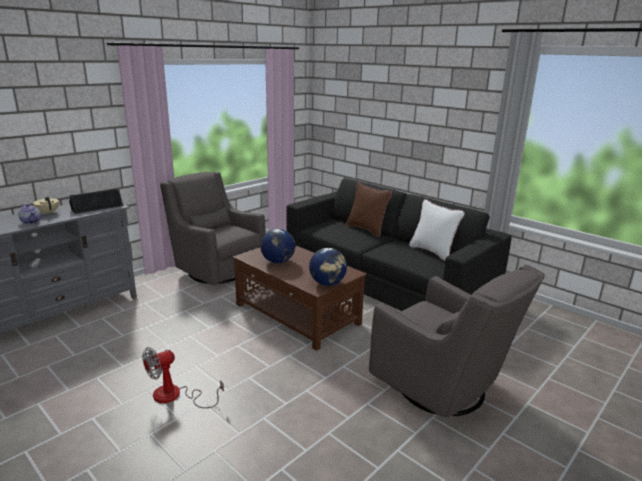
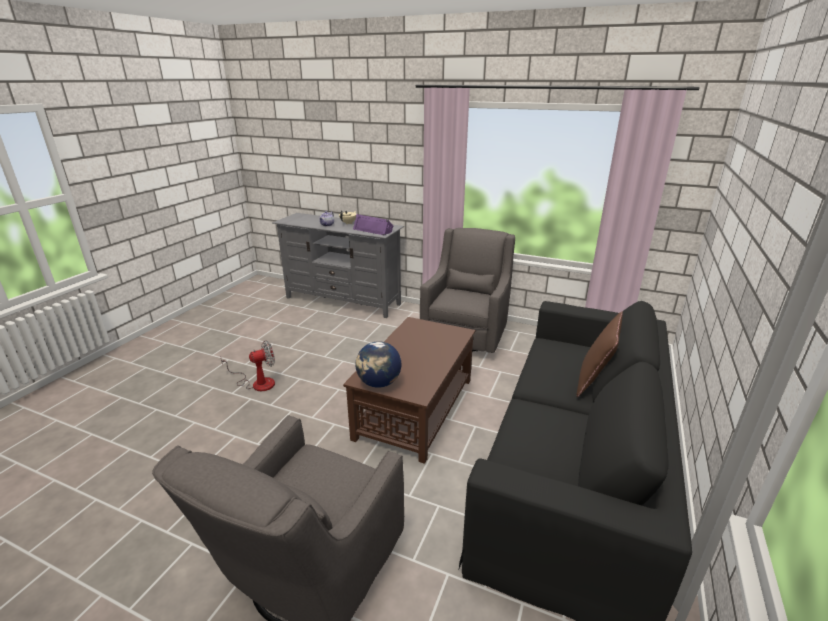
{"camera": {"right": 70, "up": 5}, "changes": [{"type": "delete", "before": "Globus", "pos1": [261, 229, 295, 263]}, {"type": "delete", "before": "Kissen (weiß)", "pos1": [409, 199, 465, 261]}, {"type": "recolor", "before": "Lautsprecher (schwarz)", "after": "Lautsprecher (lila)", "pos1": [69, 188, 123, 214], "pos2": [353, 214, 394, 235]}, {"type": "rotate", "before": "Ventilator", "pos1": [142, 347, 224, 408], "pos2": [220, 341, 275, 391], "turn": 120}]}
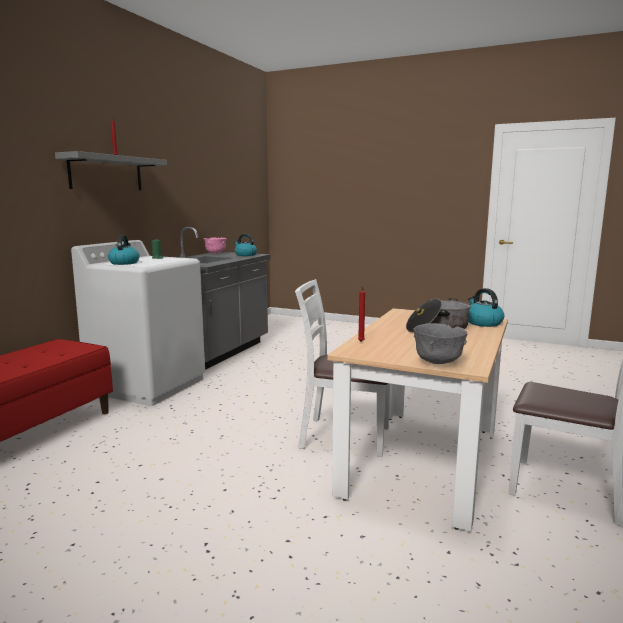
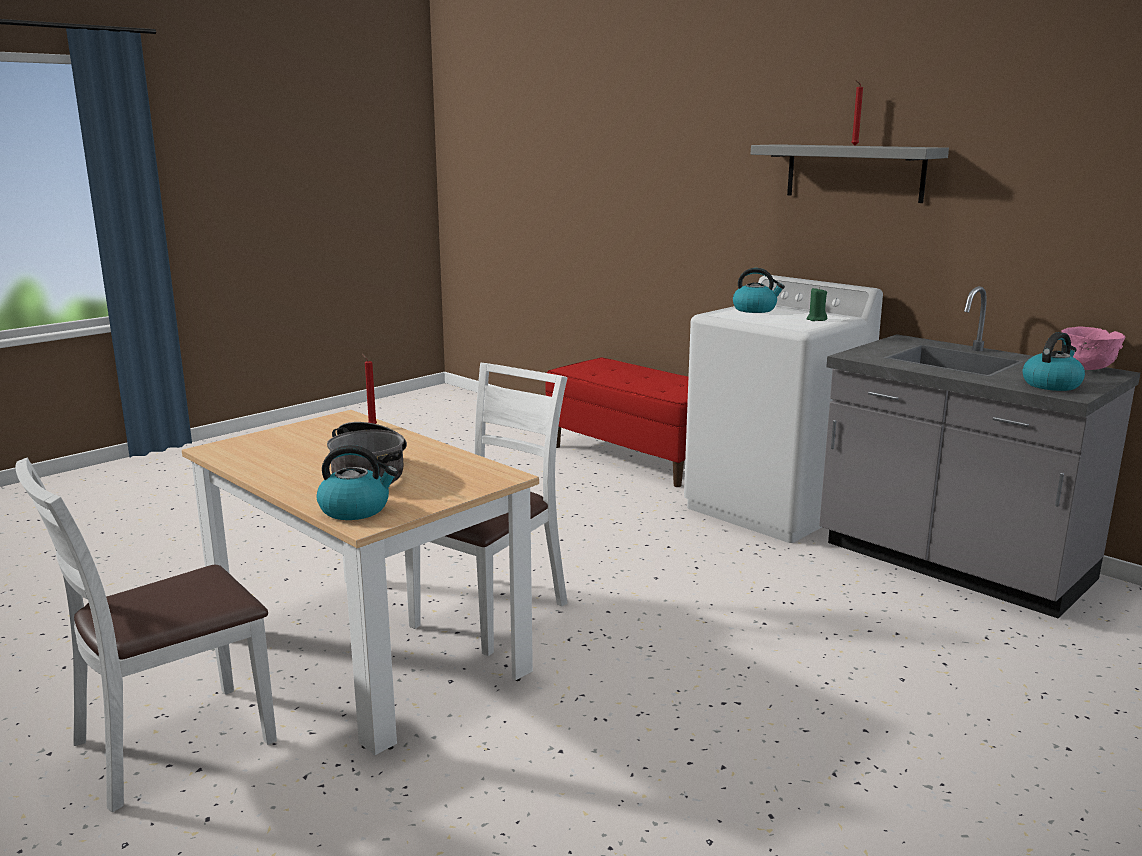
{"camera": {"right": 110, "up": 5}, "changes": [{"type": "delete", "before": "Schüssel (grau)", "pos1": [413, 323, 468, 364]}]}
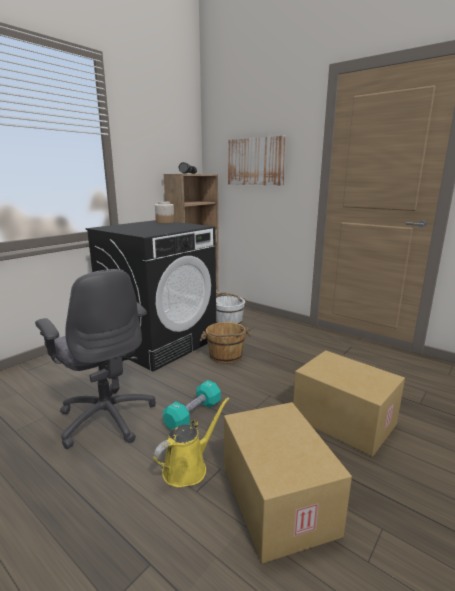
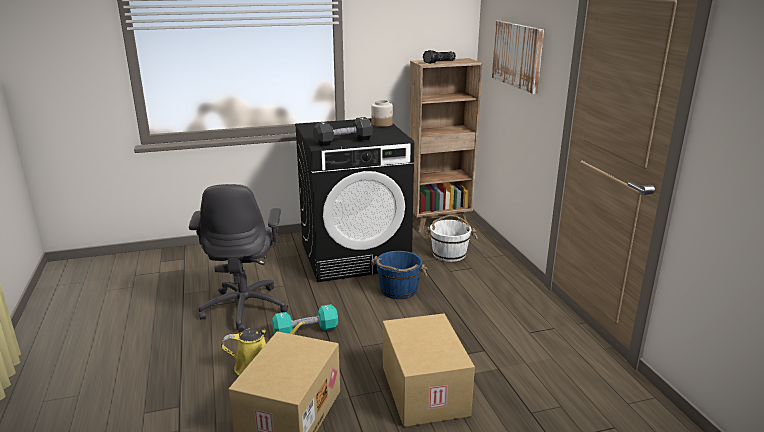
{"camera": {"right": 35, "up": 5}, "changes": [{"type": "insert", "after": "Hantel (schwarz)", "pos2": [313, 117, 373, 146]}, {"type": "recolor", "before": "Eimer (braun)", "after": "Eimer (blau)", "pos1": [200, 322, 251, 364], "pos2": [371, 251, 428, 299]}]}
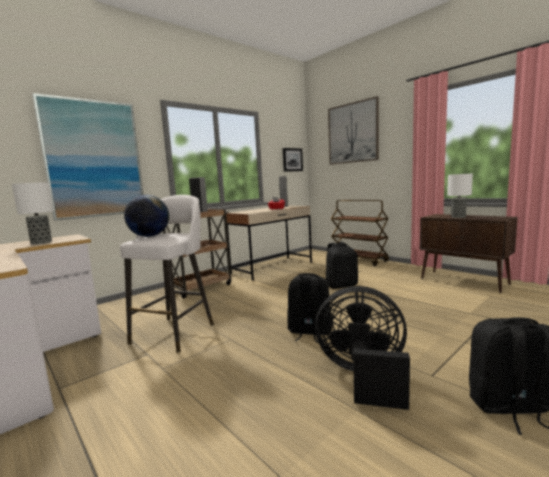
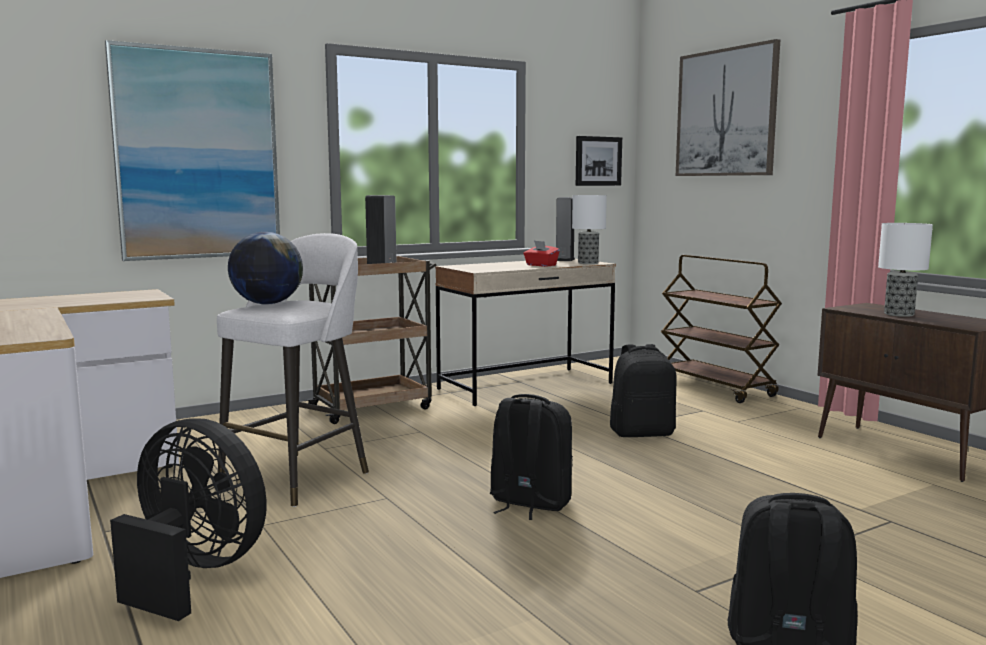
{"camera": {"right": 10, "up": 0}, "changes": [{"type": "move", "before": "Tischlampe", "pos1": [12, 183, 54, 245], "pos2": [572, 195, 607, 264]}, {"type": "move", "before": "Ventilator (schwarz)", "pos1": [315, 286, 410, 410], "pos2": [110, 418, 267, 621]}]}
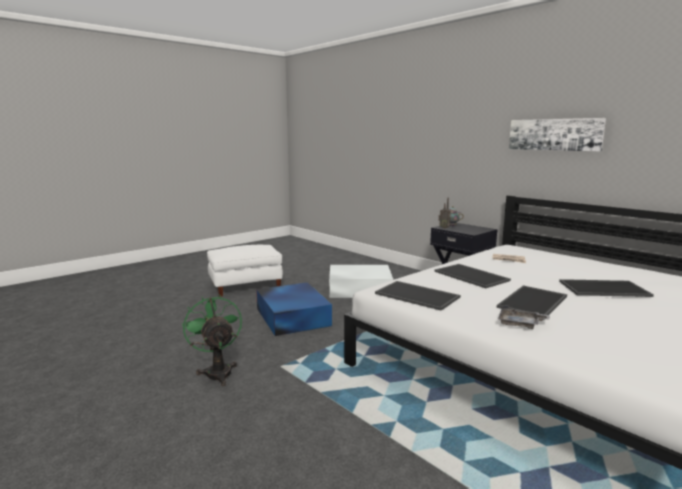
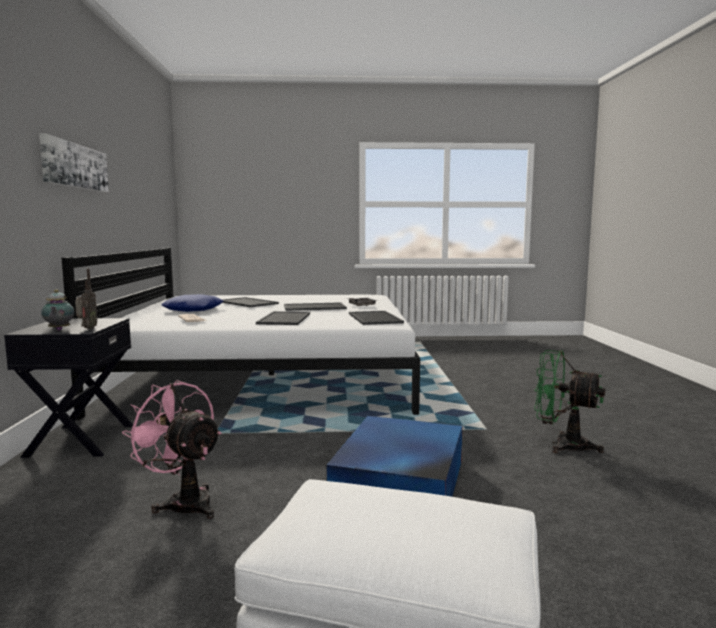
{"camera": {"right": -140, "up": -5}, "changes": [{"type": "insert", "after": "Kissen (blau)", "pos2": [161, 294, 223, 312]}, {"type": "replace", "before": "Aufbewahrungsbox (weiß)", "after": "Ventilator (rosa)", "pos1": [329, 265, 393, 298], "pos2": [122, 380, 222, 519]}, {"type": "rotate", "before": "Ventilator (grün)", "pos1": [182, 294, 242, 386], "pos2": [534, 350, 605, 453], "turn": 105}]}
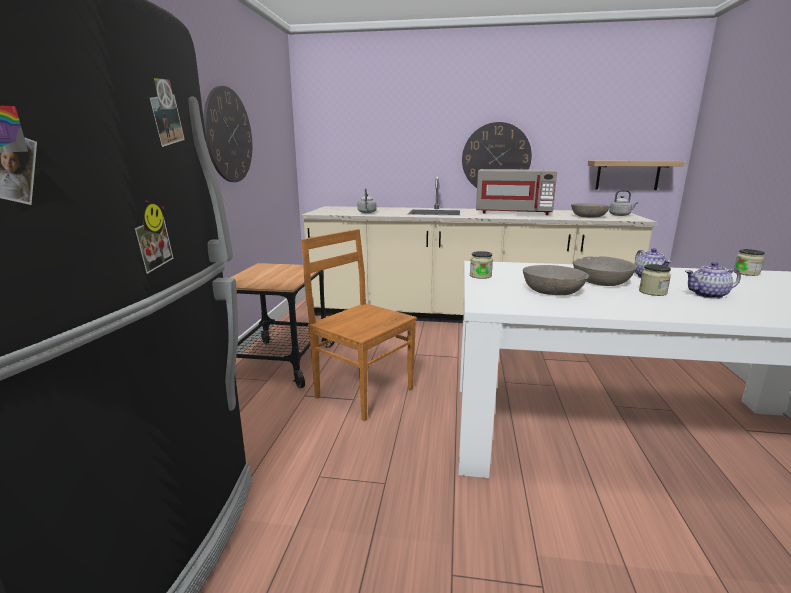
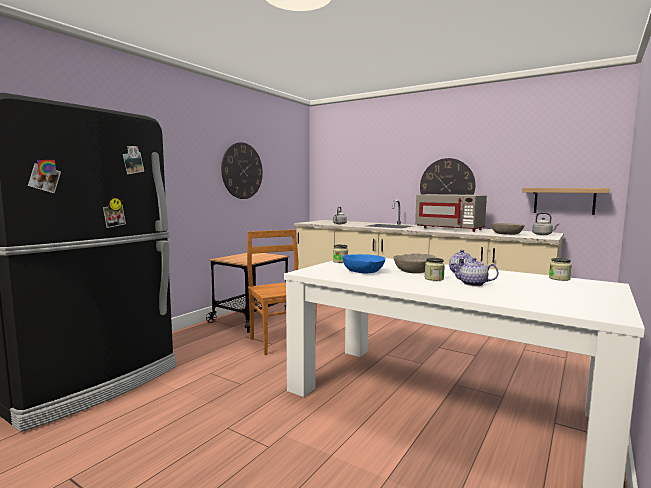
{"camera": {"right": 25, "up": -10}, "changes": [{"type": "recolor", "before": "Schüssel (grau)", "after": "Schüssel (blau)", "pos1": [523, 265, 589, 295], "pos2": [343, 254, 386, 273]}]}
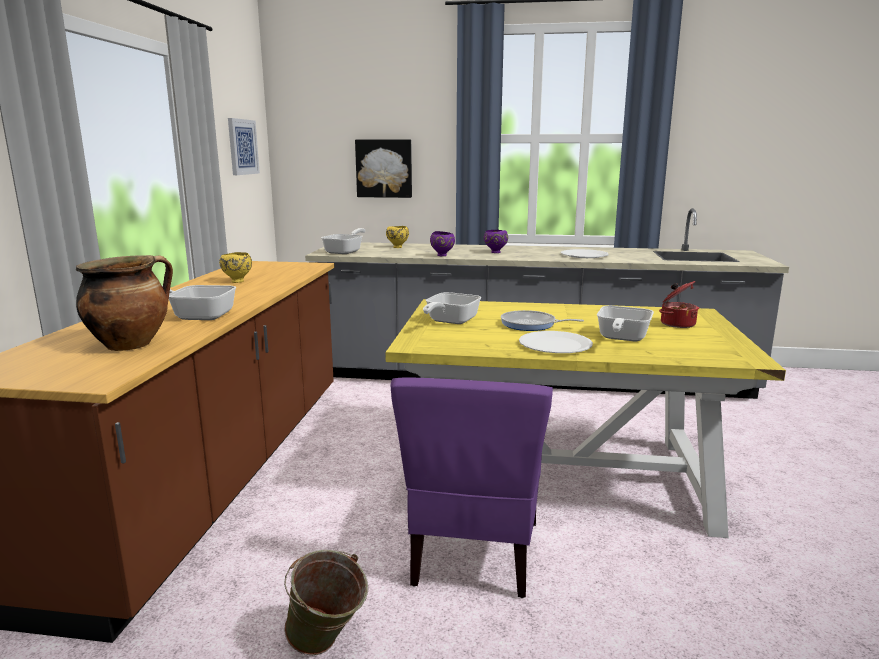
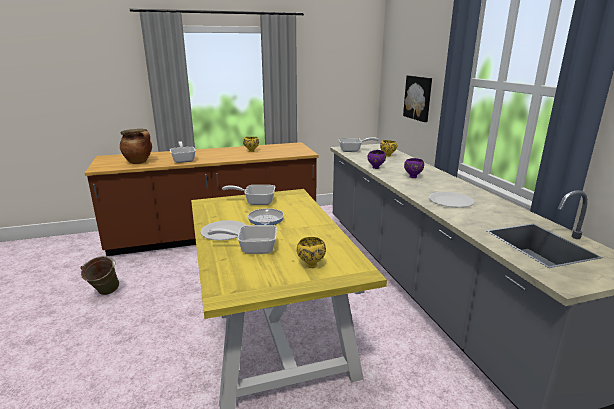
{"camera": {"right": 65, "up": 5}, "changes": [{"type": "delete", "before": "Bild", "pos1": [228, 118, 260, 175]}, {"type": "delete", "before": "Stuhl (lila)", "pos1": [390, 378, 553, 598]}, {"type": "replace", "before": "Kochtopf", "after": "Schüssel (gelb)", "pos1": [659, 281, 699, 328], "pos2": [297, 237, 326, 268]}]}
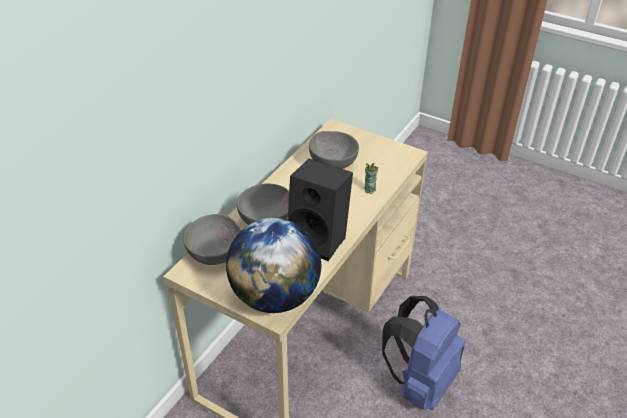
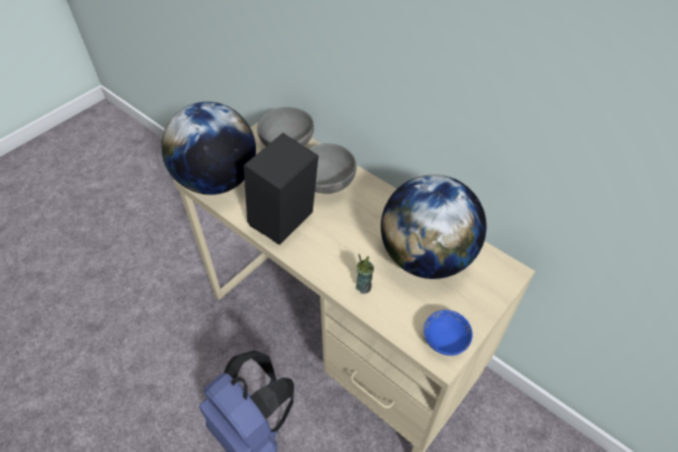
{"camera": {"right": 100, "up": 10}, "changes": [{"type": "insert", "after": "Schüssel (blau)", "pos2": [424, 310, 473, 356]}, {"type": "replace", "before": "Schüssel (grau)", "after": "Globus", "pos1": [309, 131, 359, 169], "pos2": [381, 174, 487, 279]}]}
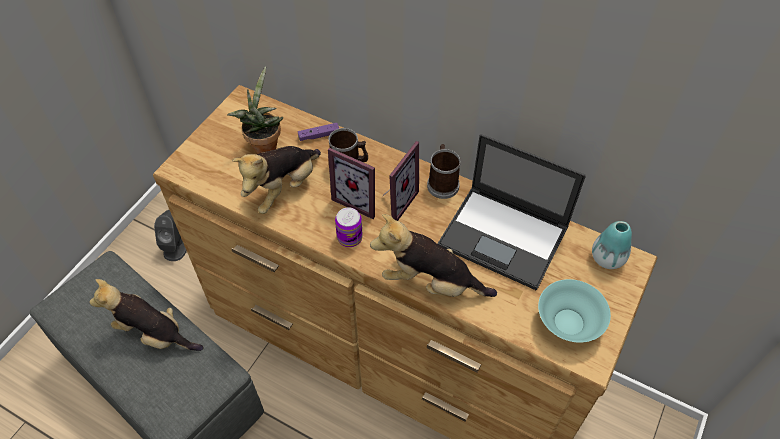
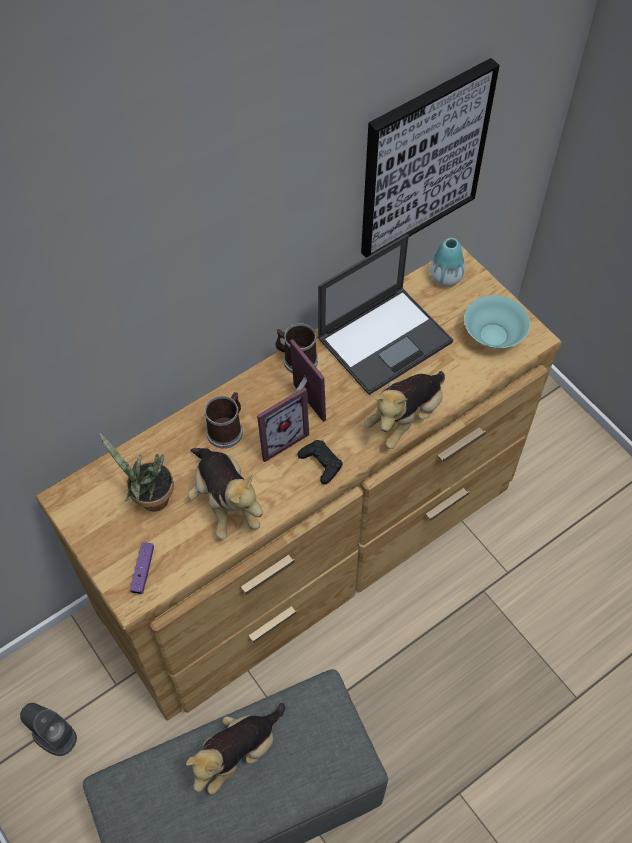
{"camera": {"right": -65, "up": 5}, "changes": [{"type": "insert", "after": "Bild", "pos2": [361, 58, 500, 258]}, {"type": "move", "before": "Gamepad (lila)", "pos1": [298, 123, 339, 141], "pos2": [130, 542, 154, 594]}, {"type": "replace", "before": "Dose", "after": "Gamepad (schwarz)", "pos1": [335, 207, 363, 247], "pos2": [298, 440, 343, 484]}]}
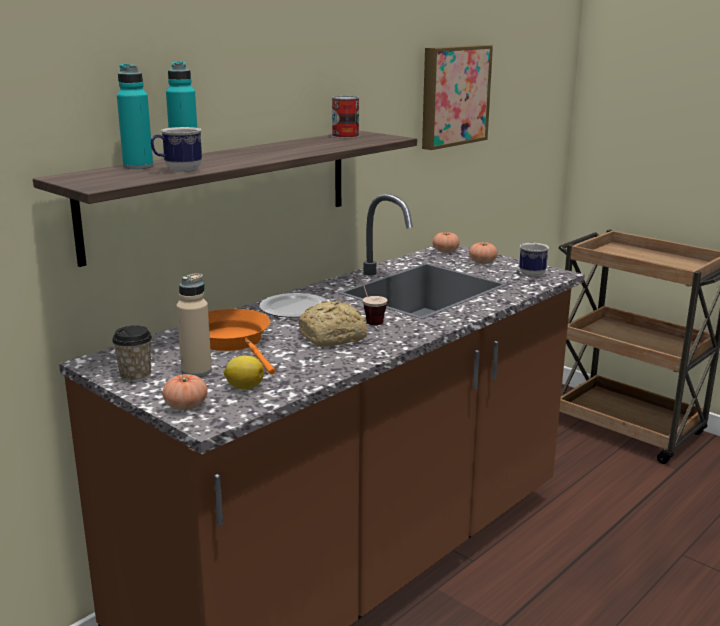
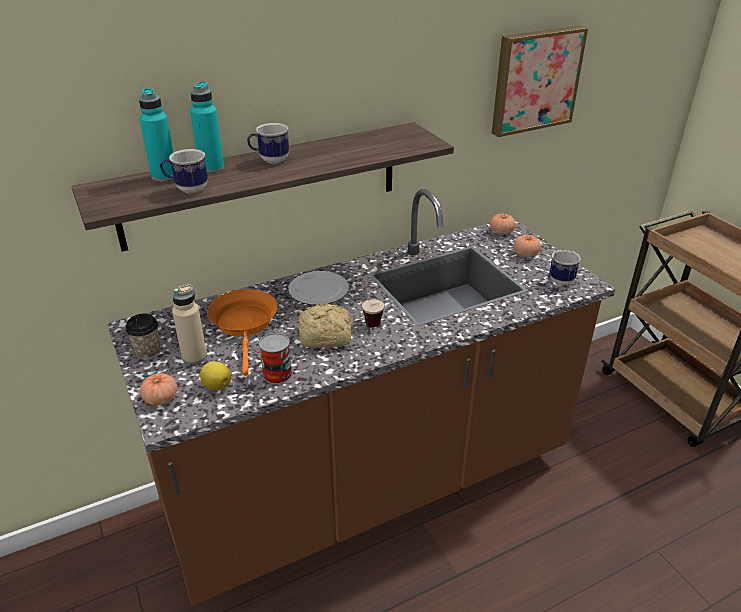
{"camera": {"right": 20, "up": 15}, "changes": [{"type": "insert", "after": "Henkelbecher", "pos2": [247, 123, 289, 164]}, {"type": "move", "before": "Dose", "pos1": [332, 96, 359, 138], "pos2": [259, 333, 292, 384]}]}
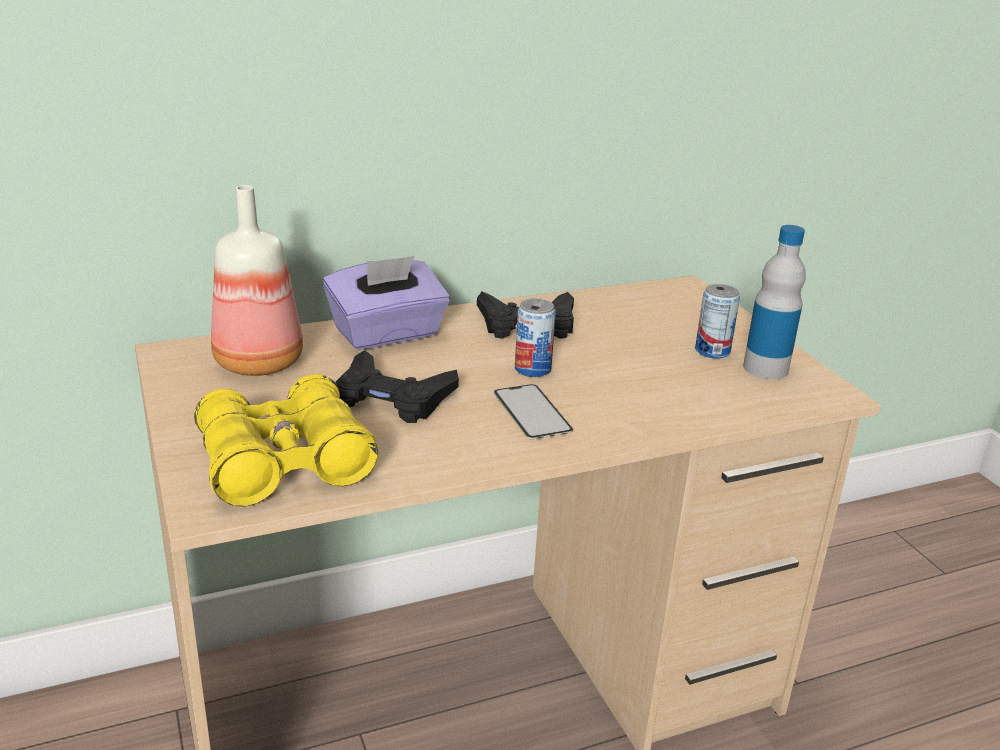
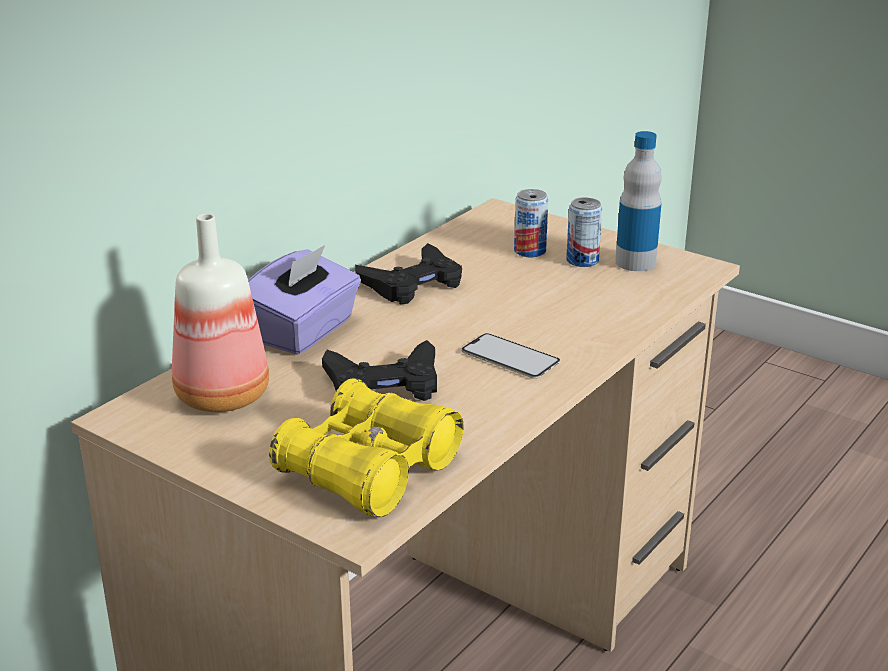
{"camera": {"right": -30, "up": 0}, "changes": [{"type": "move", "before": "Dose", "pos1": [515, 298, 556, 377], "pos2": [514, 189, 548, 257]}]}
